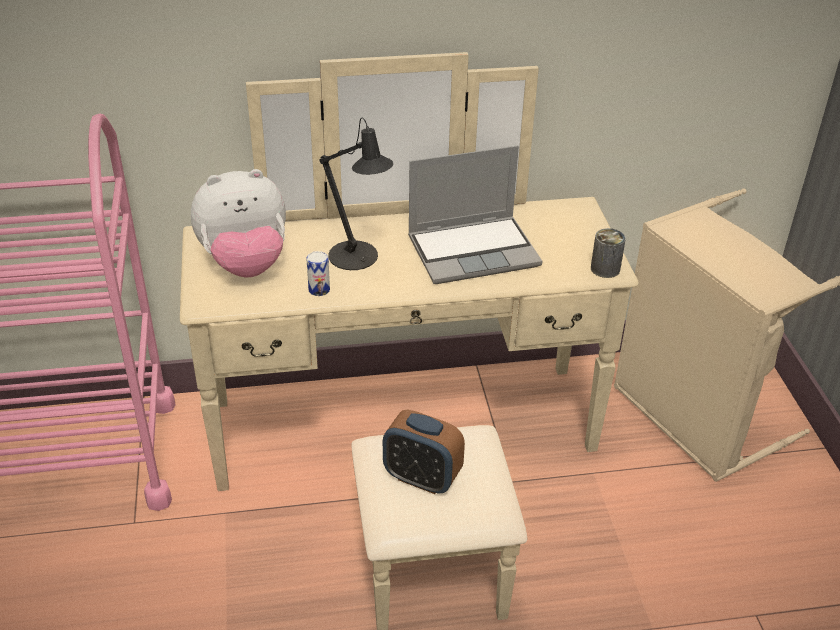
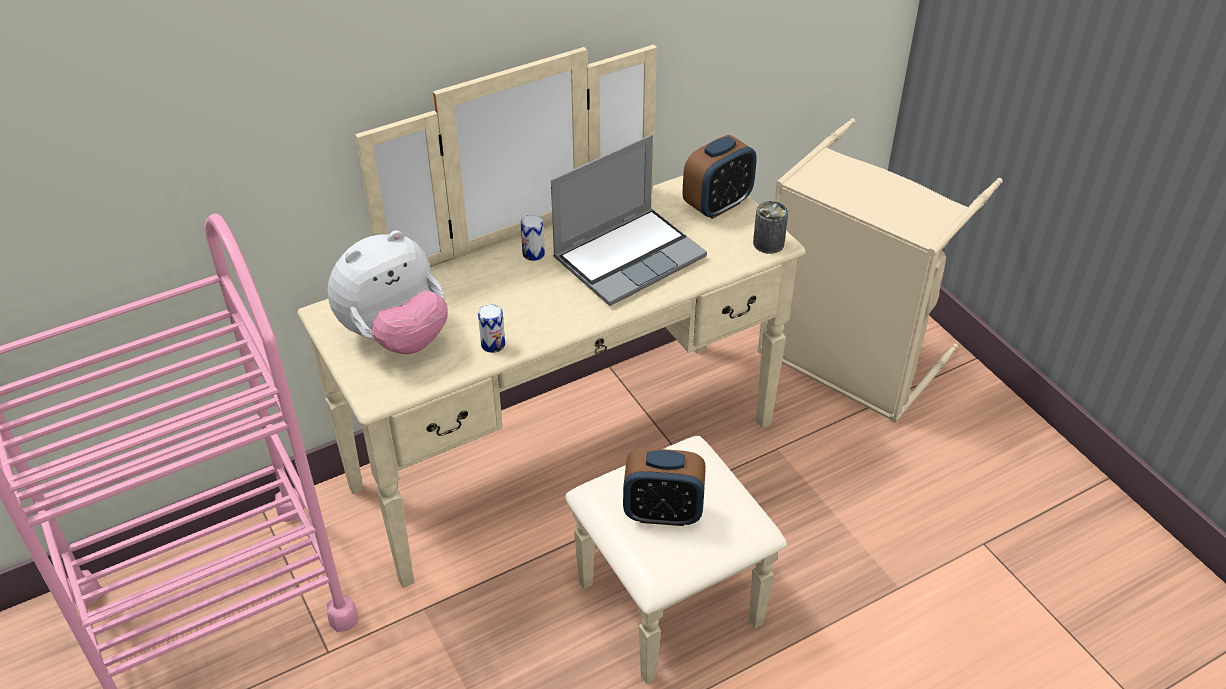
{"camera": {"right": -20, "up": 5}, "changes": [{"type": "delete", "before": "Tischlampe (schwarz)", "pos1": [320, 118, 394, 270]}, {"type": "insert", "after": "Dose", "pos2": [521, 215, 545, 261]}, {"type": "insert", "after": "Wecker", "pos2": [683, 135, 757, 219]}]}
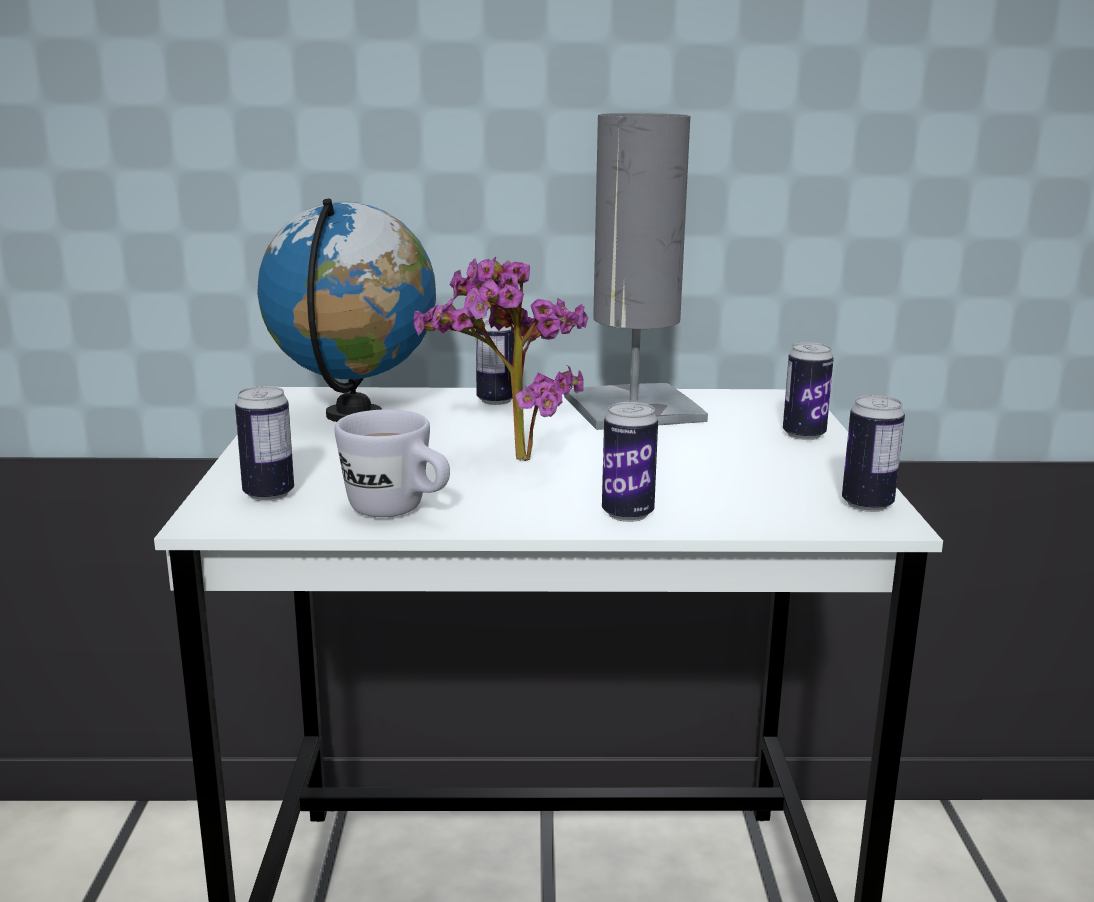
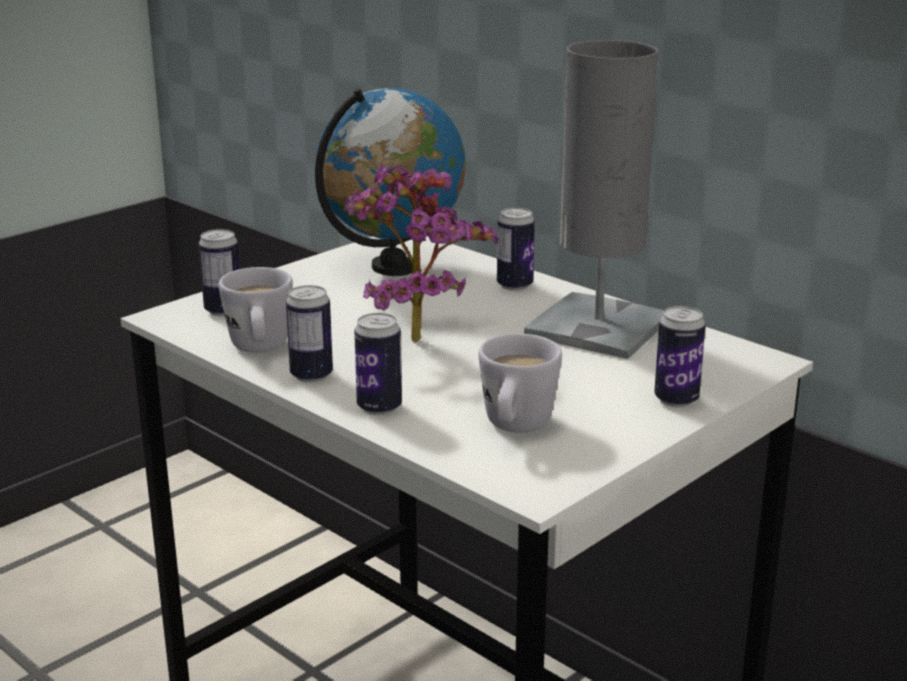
{"camera": {"right": 45, "up": 5}, "changes": [{"type": "insert", "after": "Henkelbecher (weiß)", "pos2": [479, 334, 562, 433]}, {"type": "move", "before": "Dose", "pos1": [842, 395, 905, 512], "pos2": [286, 285, 333, 383]}]}
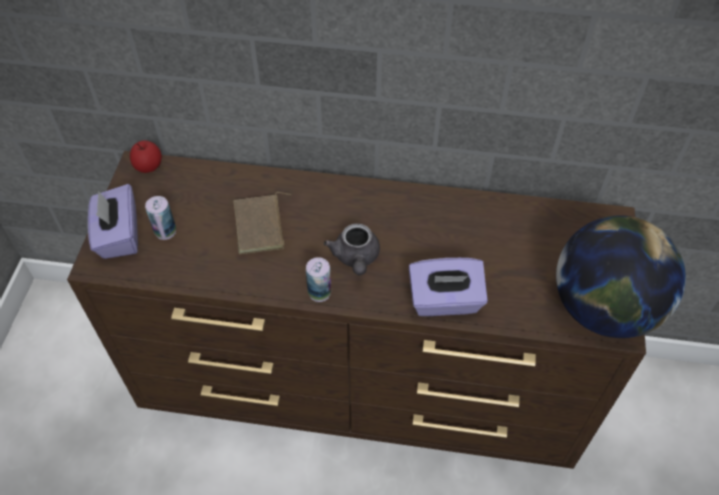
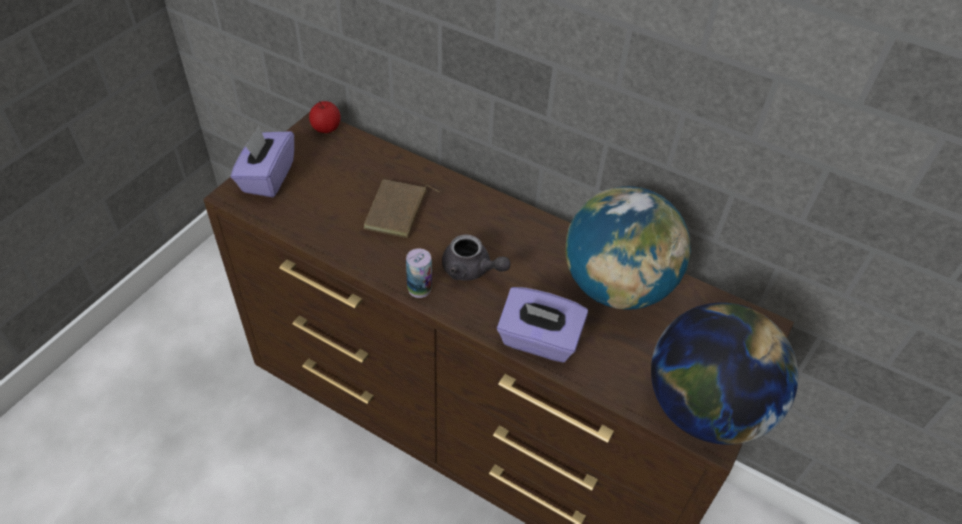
{"camera": {"right": 20, "up": -5}, "changes": [{"type": "delete", "before": "Dose", "pos1": [145, 196, 176, 240]}, {"type": "insert", "after": "Globus", "pos2": [565, 186, 691, 310]}, {"type": "rotate", "before": "Teekanne (grau)", "pos1": [324, 223, 380, 275], "pos2": [442, 234, 511, 281], "turn": -75}]}
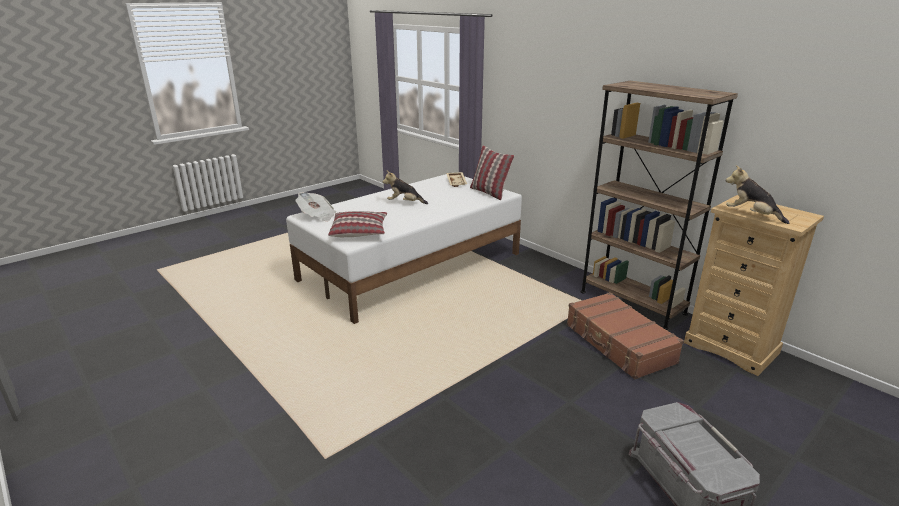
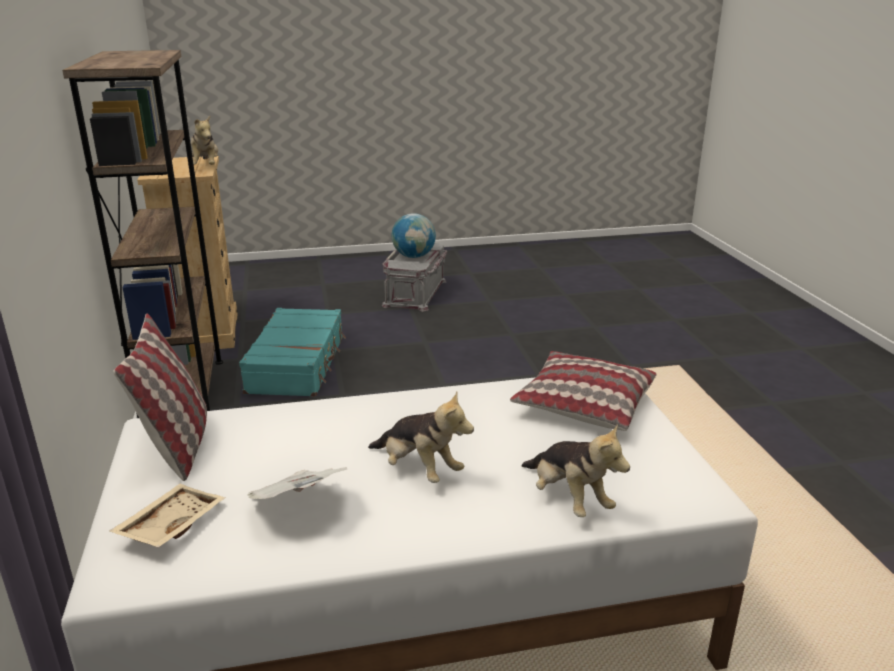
{"camera": {"right": -150, "up": 0}, "changes": [{"type": "insert", "after": "Globus", "pos2": [392, 213, 436, 258]}, {"type": "insert", "after": "Plüschtier", "pos2": [521, 424, 630, 517]}, {"type": "move", "before": "Zeitung", "pos1": [296, 192, 336, 222], "pos2": [247, 467, 347, 499]}, {"type": "recolor", "before": "Koffer (braun)", "after": "Koffer (türkis)", "pos1": [567, 292, 684, 379], "pos2": [239, 308, 346, 397]}]}
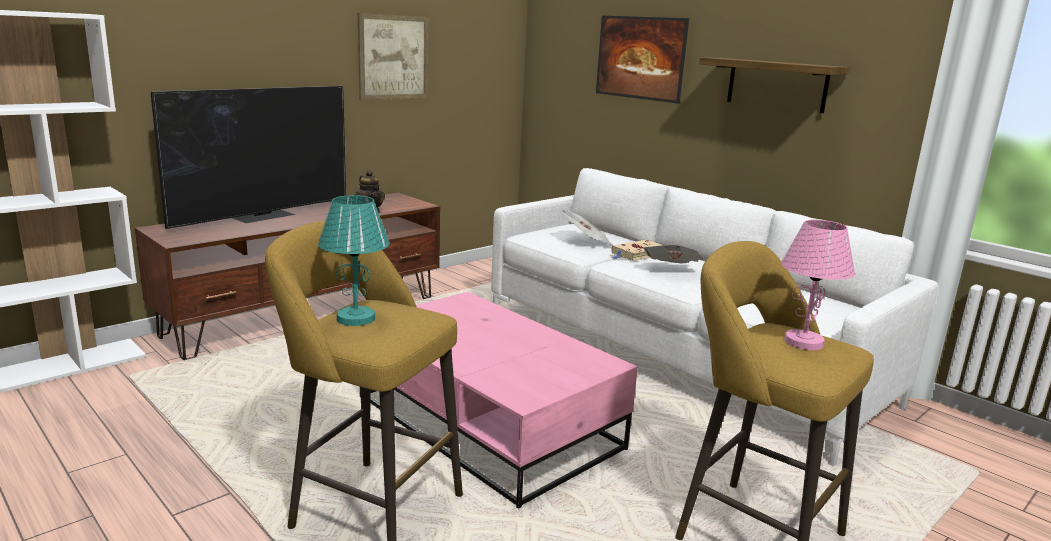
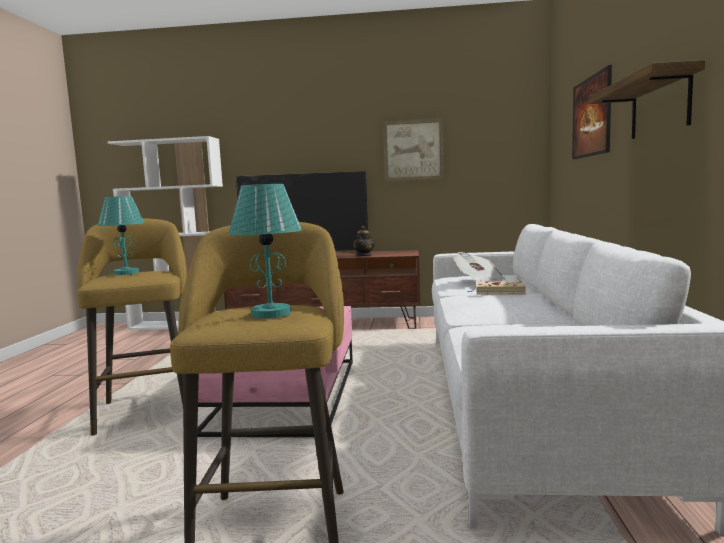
{"camera": {"right": 50, "up": -10}, "changes": [{"type": "delete", "before": "Zeitung", "pos1": [643, 245, 704, 263]}, {"type": "recolor", "before": "Tischlampe (rosa)", "after": "Tischlampe (türkis)", "pos1": [781, 220, 855, 350], "pos2": [228, 184, 302, 318]}]}
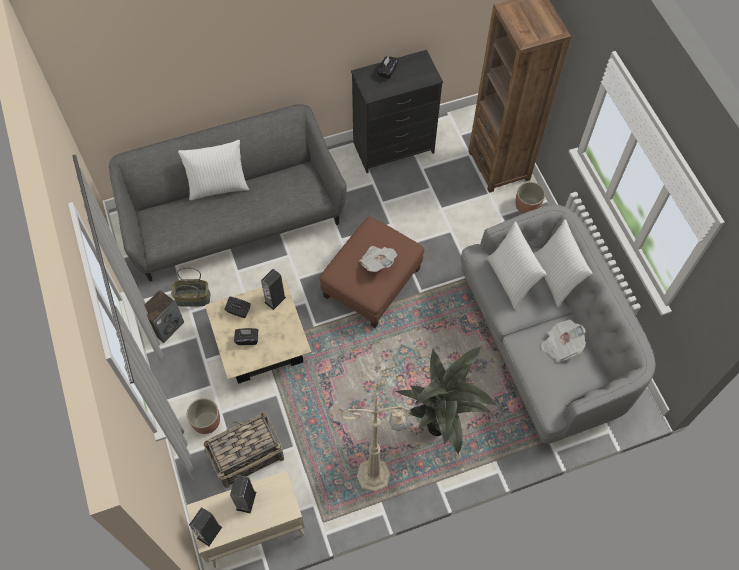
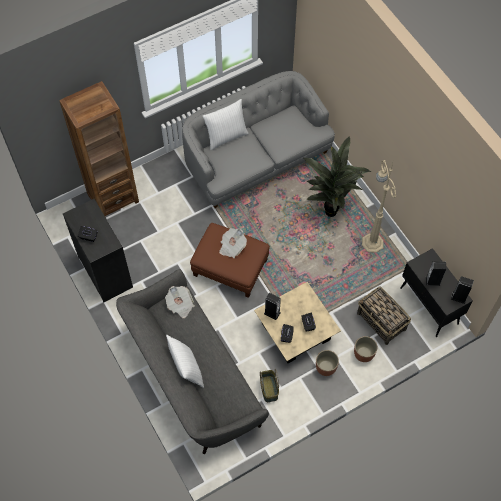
{"camera": {"right": -100, "up": 0}, "changes": [{"type": "delete", "before": "Lautsprecher", "pos1": [144, 290, 184, 343]}, {"type": "delete", "before": "Kissen (weiß)", "pos1": [487, 222, 546, 310]}, {"type": "move", "before": "Pflanzkübel", "pos1": [515, 182, 545, 214], "pos2": [316, 350, 339, 376]}, {"type": "move", "before": "Zeitung", "pos1": [540, 320, 586, 362], "pos2": [165, 286, 195, 318]}, {"type": "recolor", "before": "Schrank (beige)", "after": "Schrank (schwarz)", "pos1": [186, 470, 305, 568], "pos2": [400, 248, 473, 337]}]}
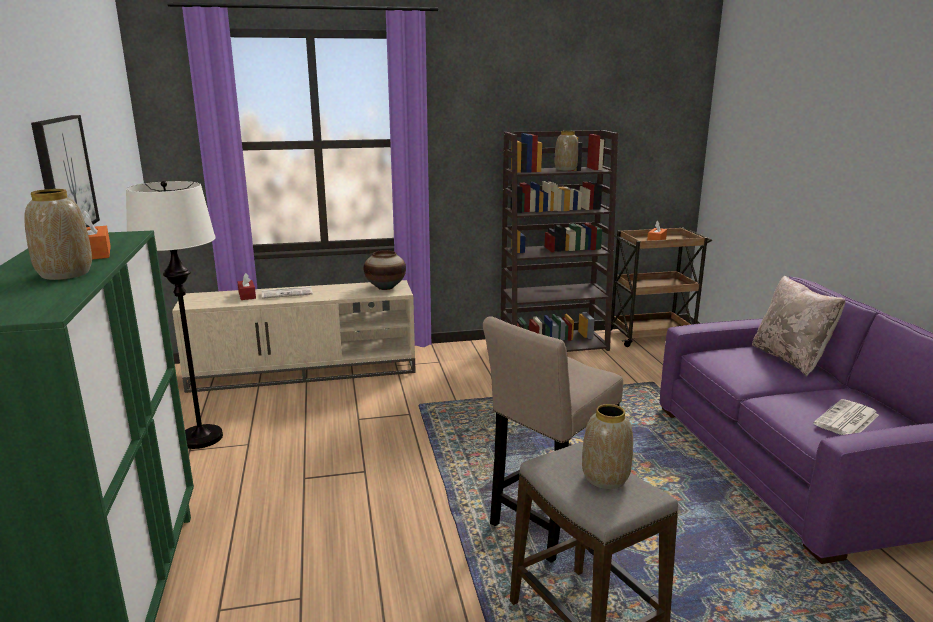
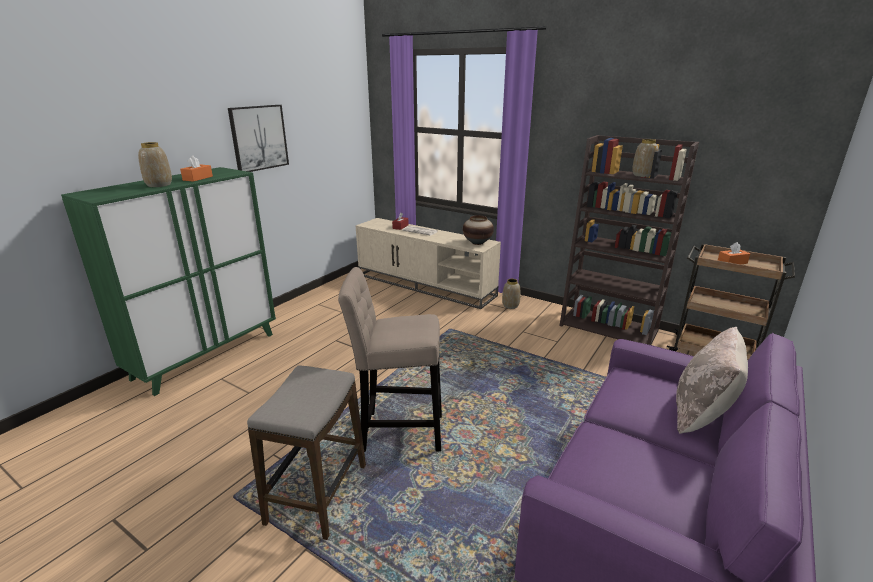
{"camera": {"right": 45, "up": 5}, "changes": [{"type": "delete", "before": "Stehlampe (weiß)", "pos1": [126, 181, 223, 449]}, {"type": "delete", "before": "Zeitung", "pos1": [814, 399, 879, 435]}, {"type": "move", "before": "Vase", "pos1": [582, 404, 633, 489], "pos2": [502, 279, 520, 309]}]}
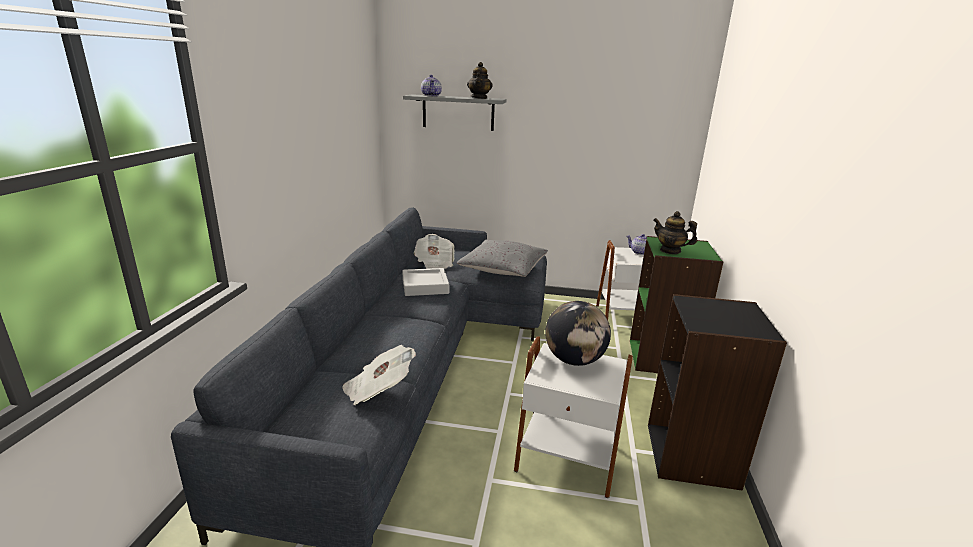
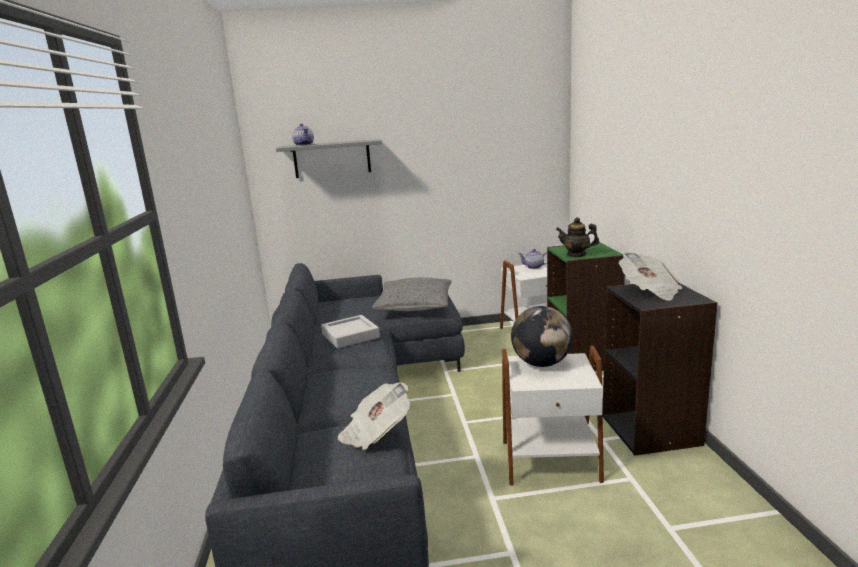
{"camera": {"right": -15, "up": -5}, "changes": [{"type": "delete", "before": "Teekanne", "pos1": [467, 62, 492, 99]}, {"type": "move", "before": "Zeitung", "pos1": [414, 234, 455, 269], "pos2": [619, 252, 683, 301]}]}
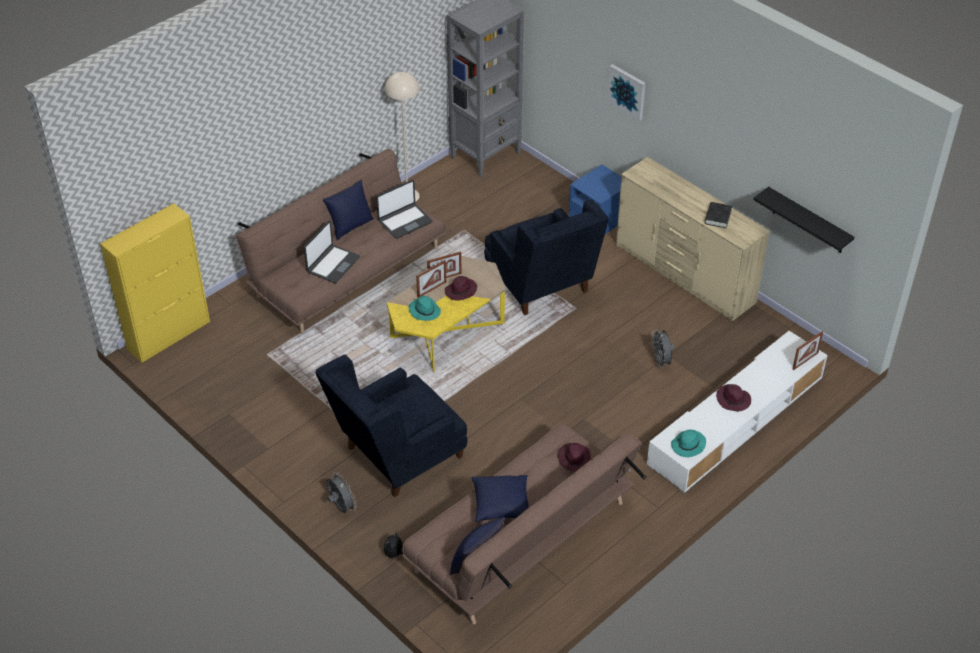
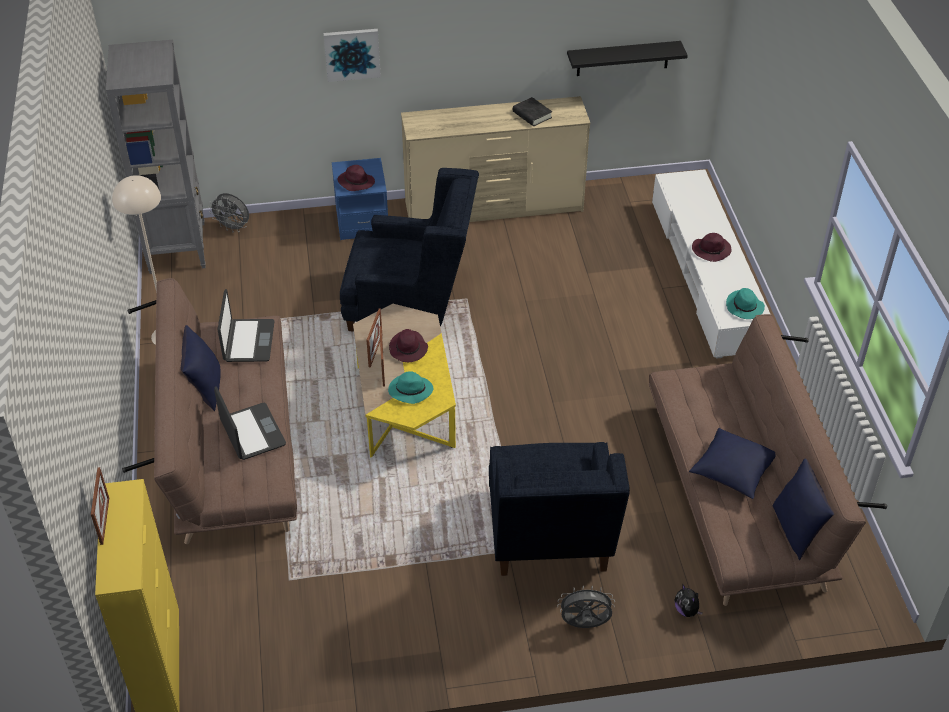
{"camera": {"right": -55, "up": 0}, "changes": [{"type": "move", "before": "Hut (lila)", "pos1": [558, 443, 591, 472], "pos2": [338, 165, 375, 191]}, {"type": "move", "before": "Ventilator (grau)", "pos1": [651, 330, 675, 368], "pos2": [208, 193, 249, 232]}, {"type": "move", "before": "Bilderrahmen", "pos1": [792, 331, 823, 370], "pos2": [91, 467, 109, 545]}]}
